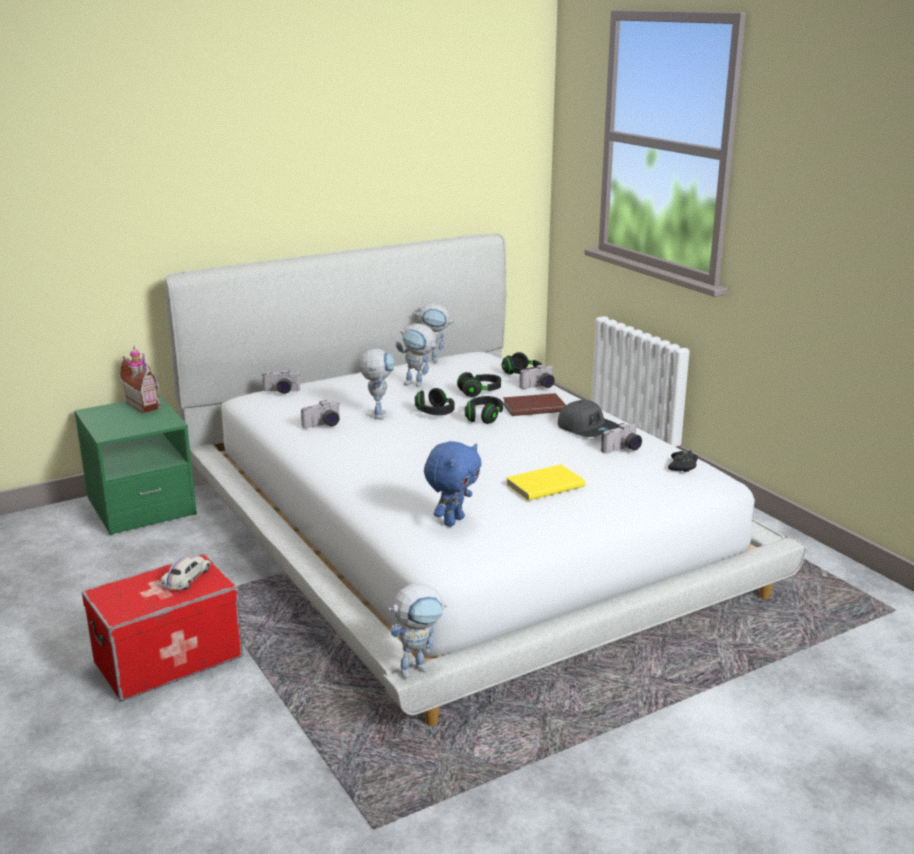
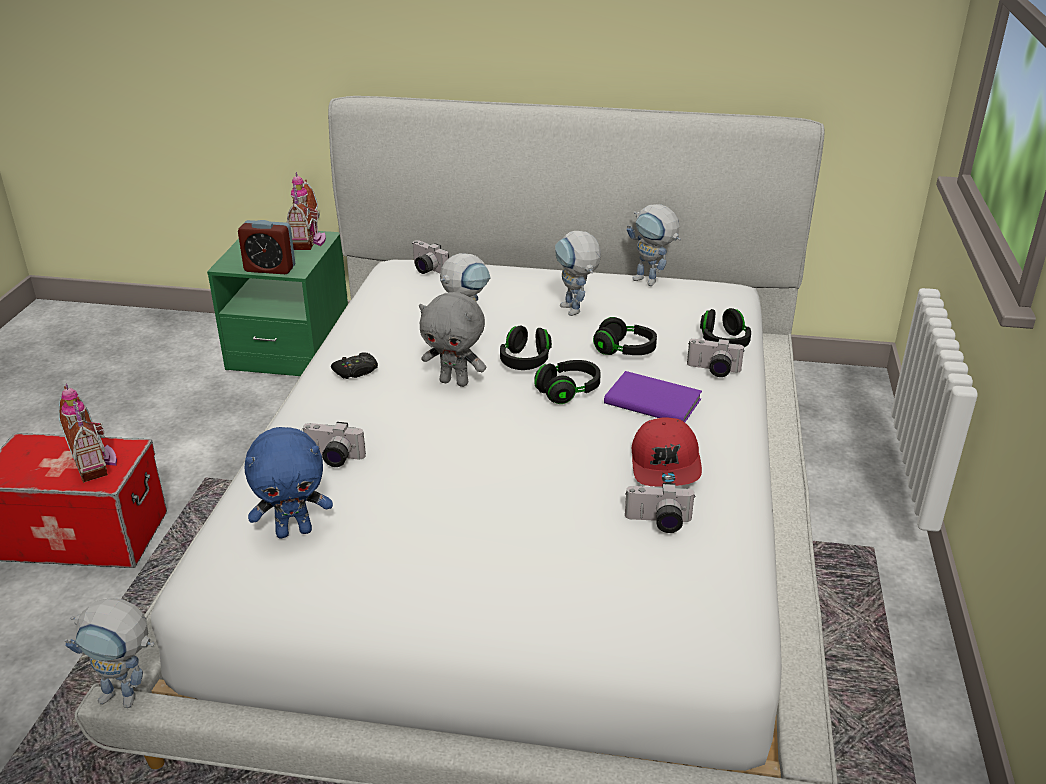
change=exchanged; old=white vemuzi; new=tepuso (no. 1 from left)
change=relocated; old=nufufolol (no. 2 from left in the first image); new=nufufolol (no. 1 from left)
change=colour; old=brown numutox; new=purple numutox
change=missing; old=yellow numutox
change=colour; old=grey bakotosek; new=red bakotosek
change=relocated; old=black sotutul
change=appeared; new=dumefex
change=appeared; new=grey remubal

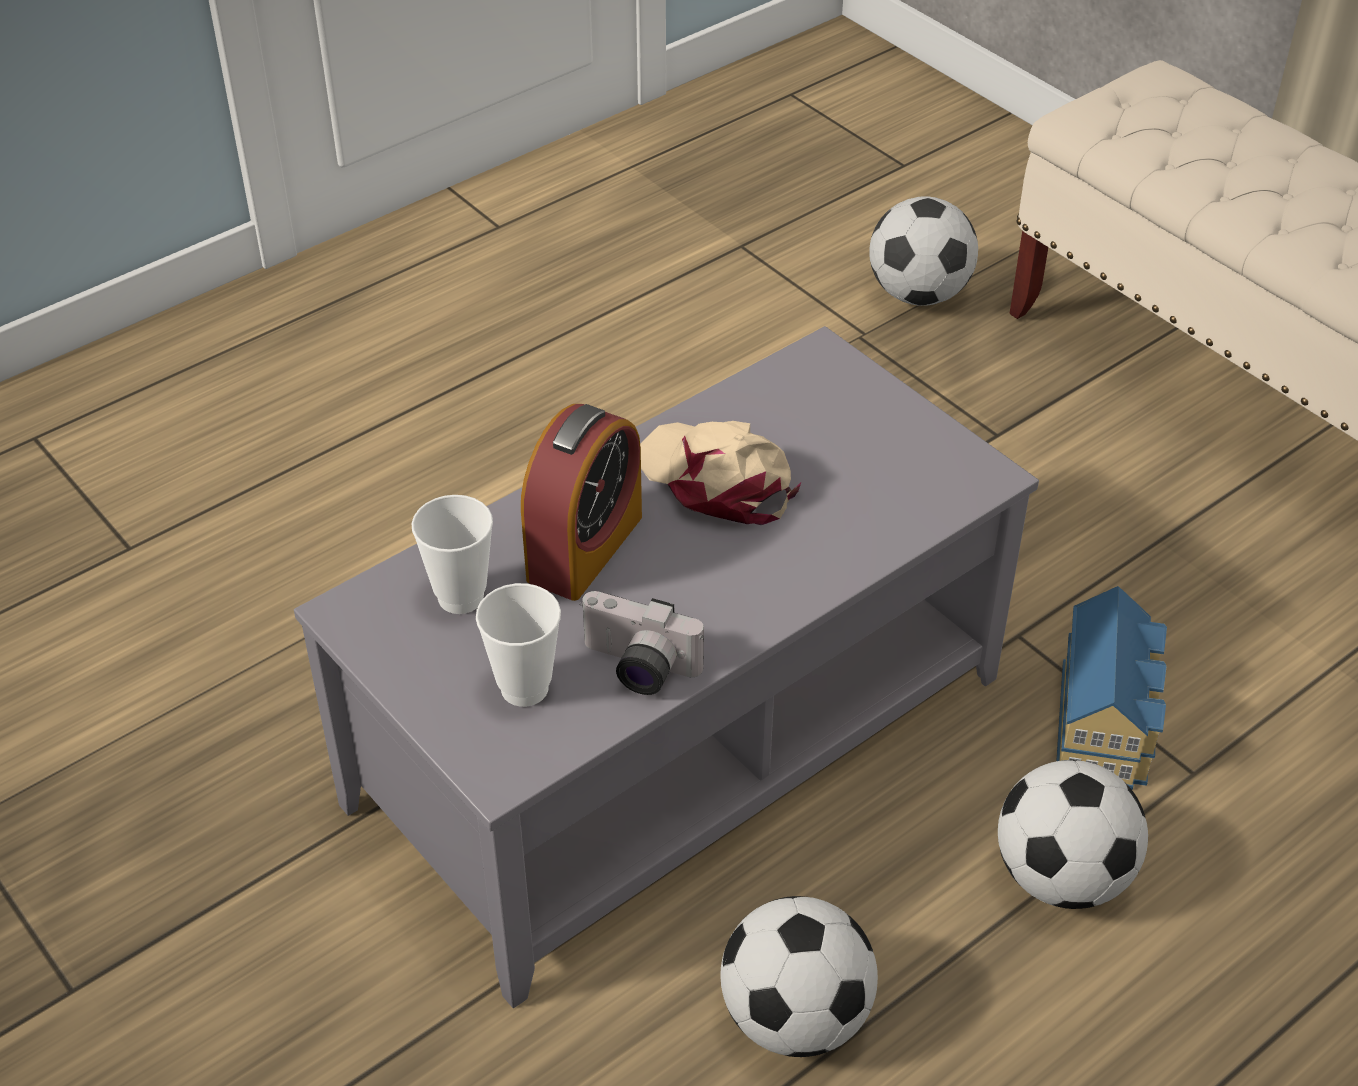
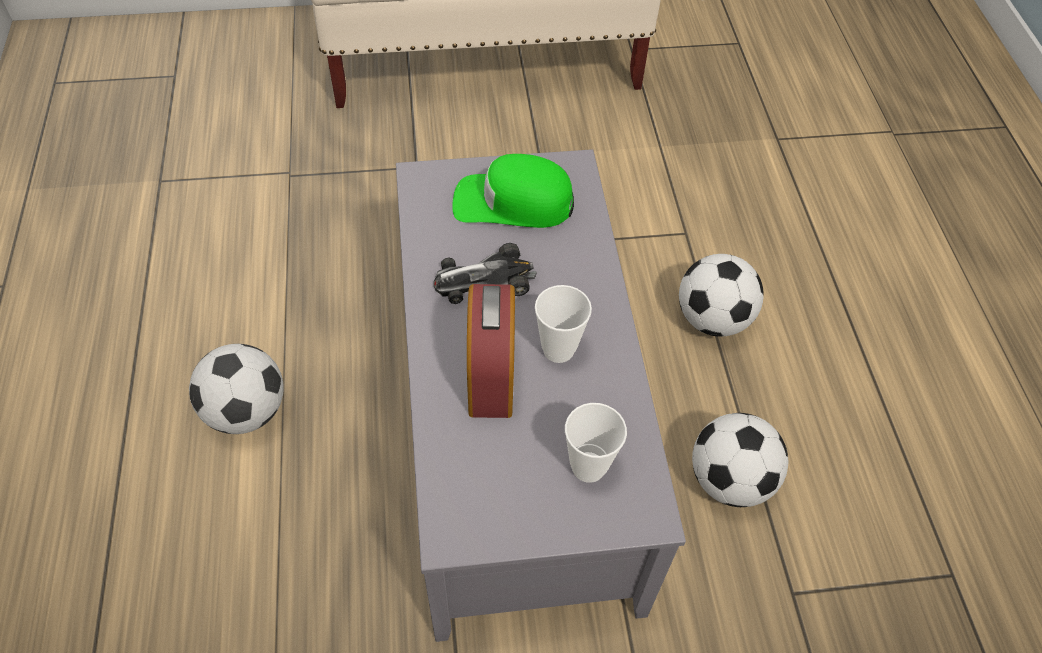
change=relocated; old=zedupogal (no. 1 from left)
change=spun; old=dumefex; degrees=-150
change=missing; old=nufufolol
change=exchanged; old=beige bakotosek; new=vemuzi
change=relocated; old=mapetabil (no. 2 from left in the first image); new=mapetabil (no. 1 from left)
change=missing; old=tepuso
change=appeared; new=green bakotosek

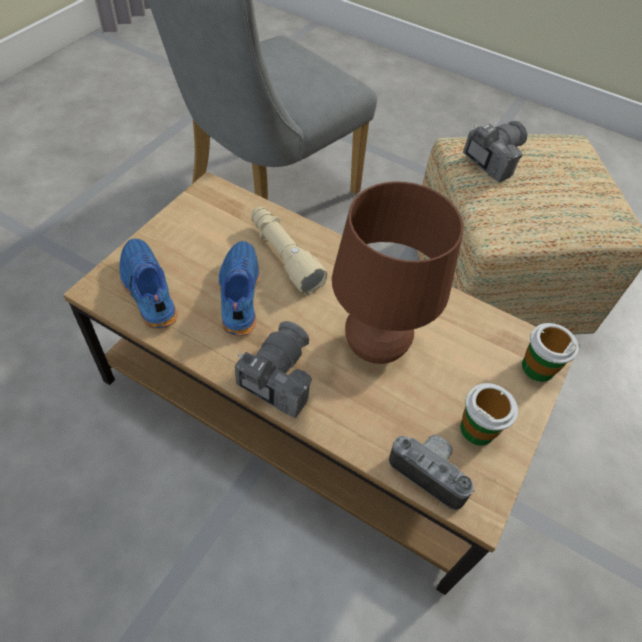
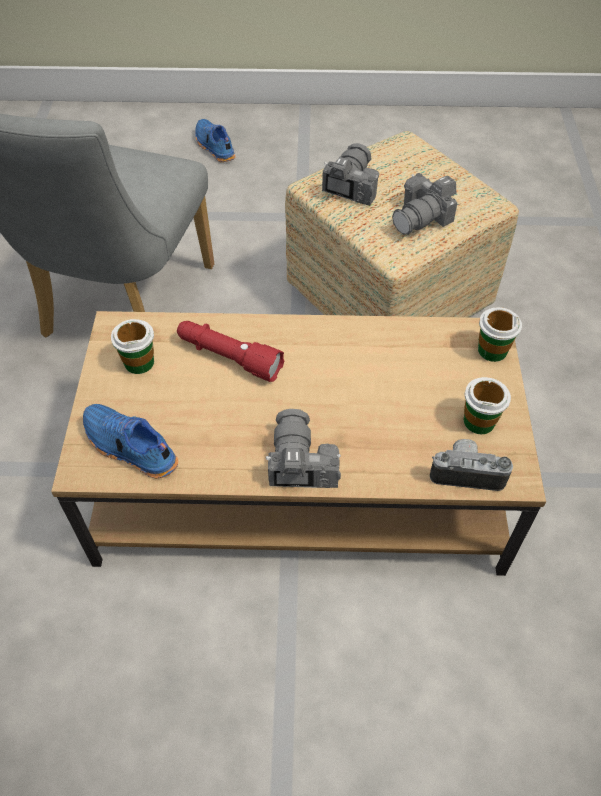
change=relocated; old=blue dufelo (no. 2 from left)
change=colour; old=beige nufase; new=red nufase
change=missing; old=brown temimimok
change=appeared; new=zedupogal (no. 1 from left)
change=appeared; new=nufufolol (no. 3 from left)

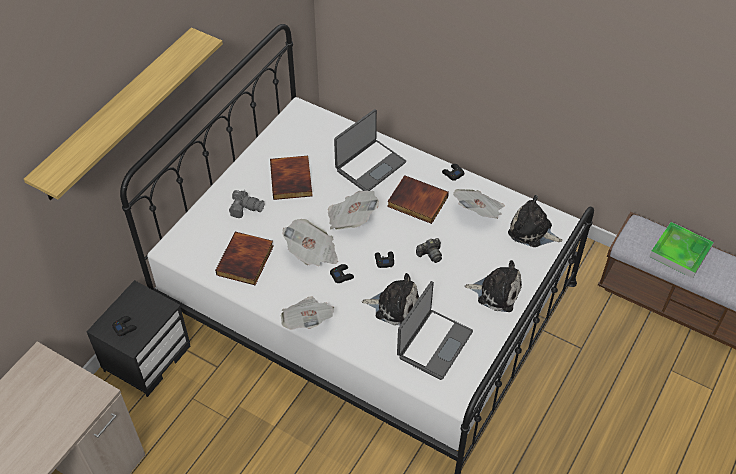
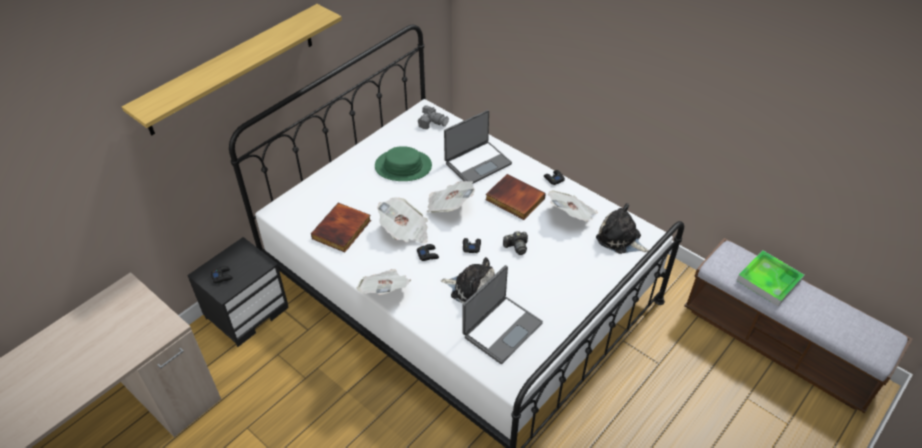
change=relocated; old=nufufolol (no. 1 from left)
change=exchanged; old=numutox (no. 2 from left); new=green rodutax
change=missing; old=remubal (no. 2 from left)

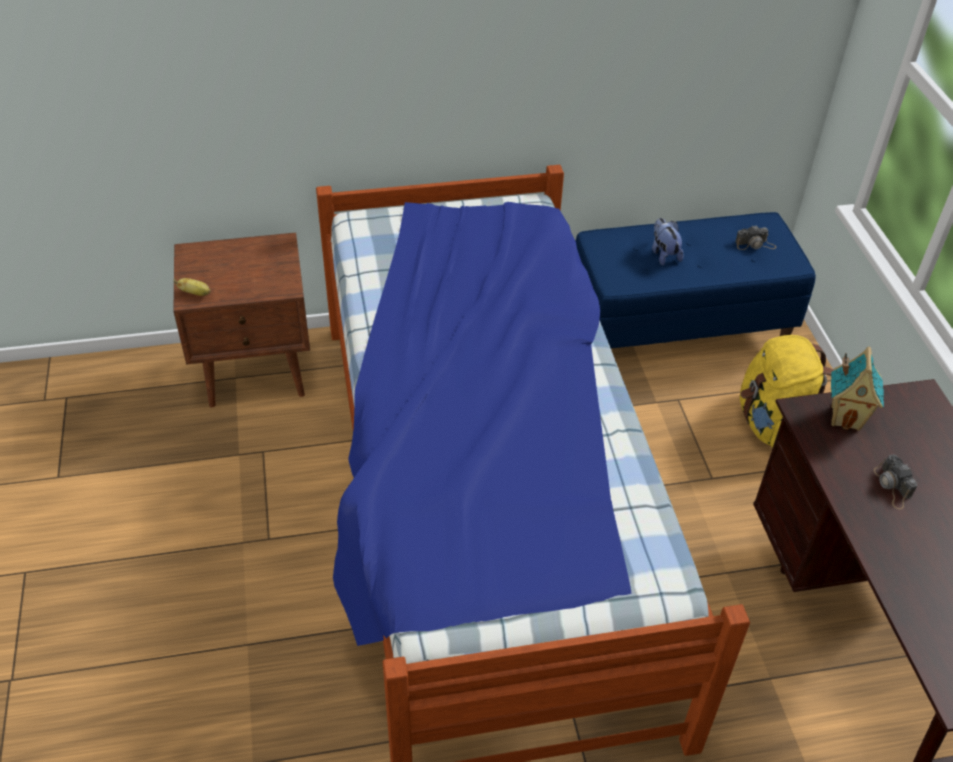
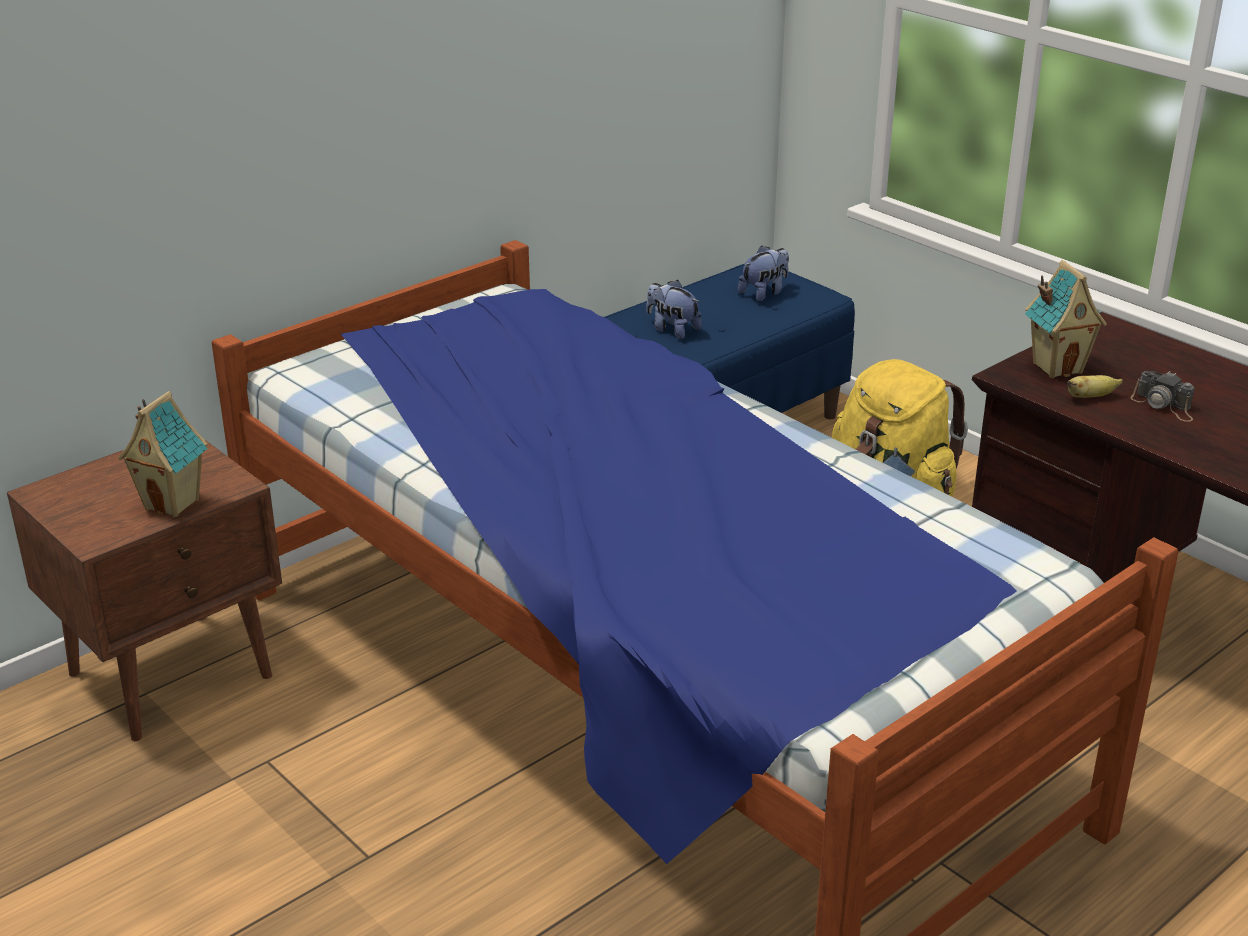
change=relocated; old=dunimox
change=exchanged; old=nufufolol (no. 1 from left); new=remubal (no. 2 from left)
change=appeared; new=tepuso (no. 1 from left)

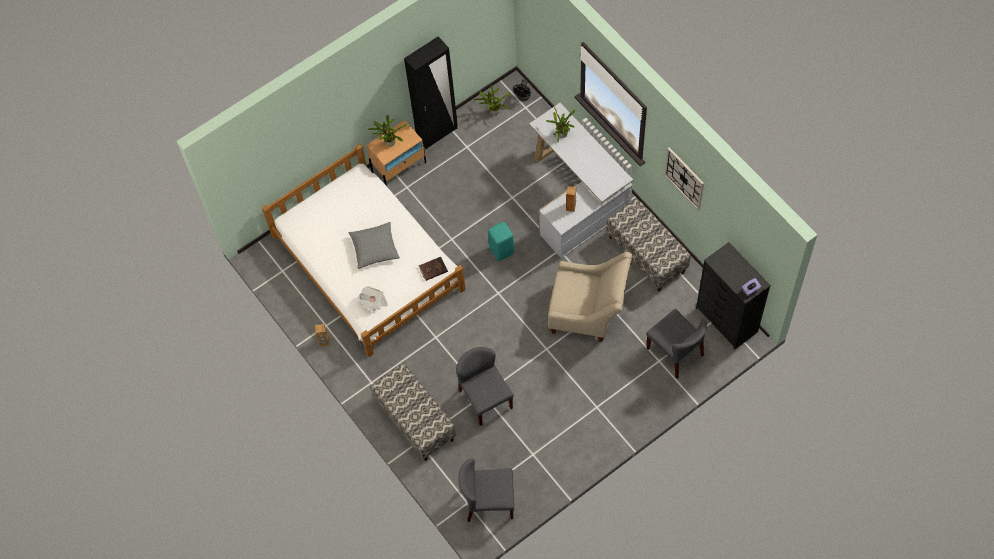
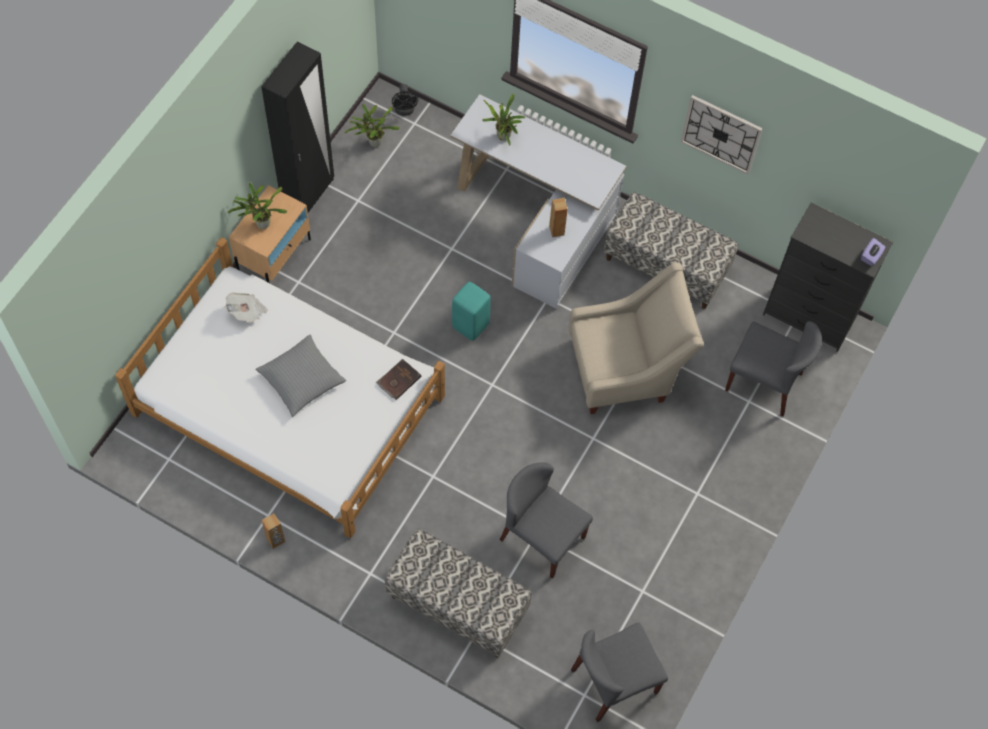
change=relocated; old=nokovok

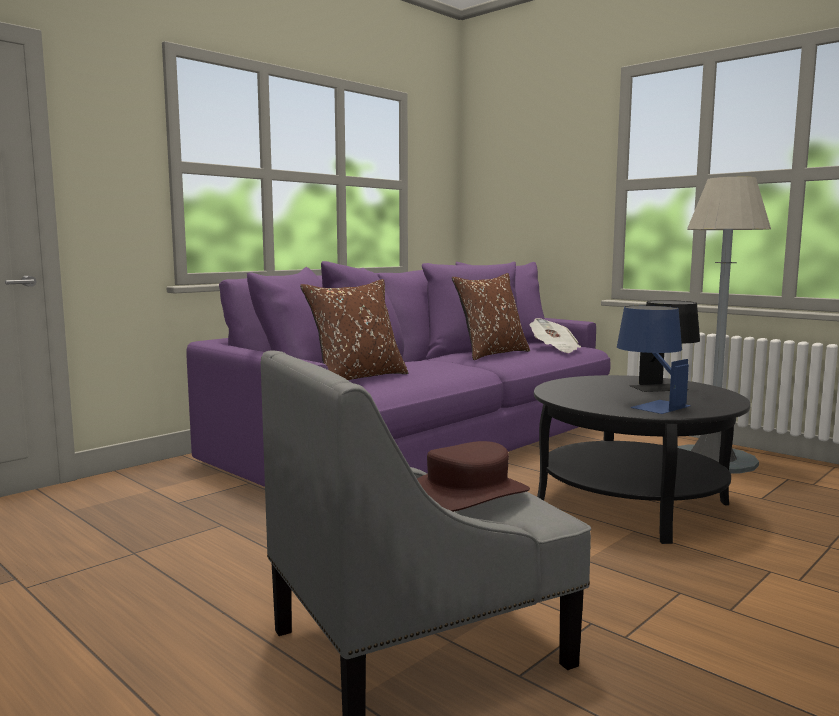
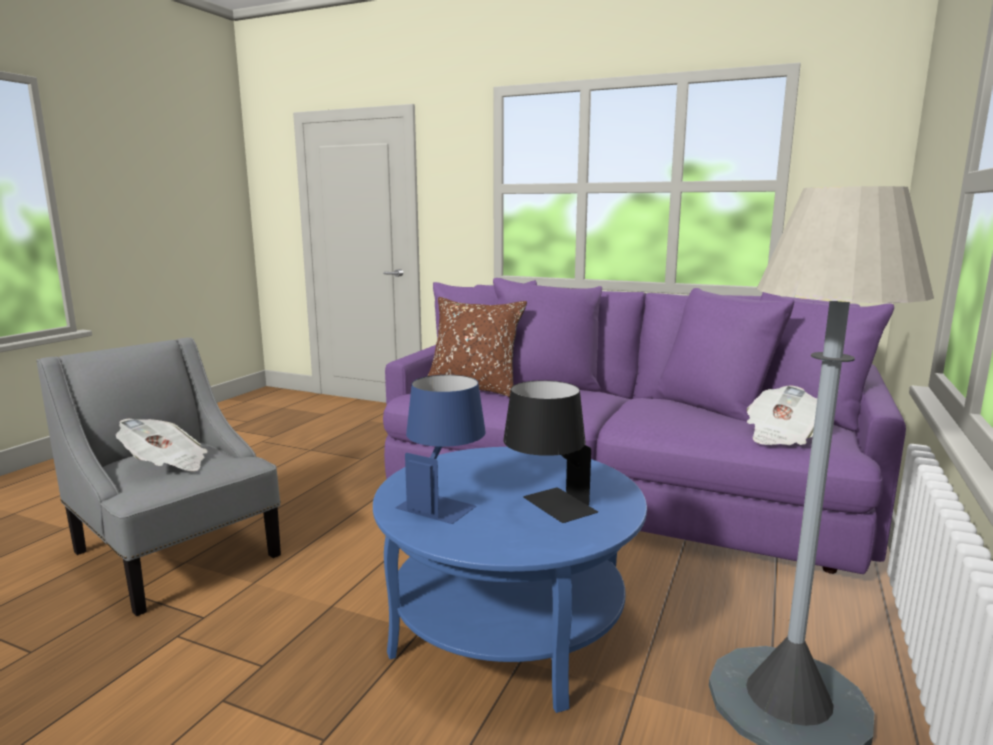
change=exchanged; old=brown rodutax; new=nokovok (no. 1 from left)
change=missing; old=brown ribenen (no. 2 from left)
change=colour; old=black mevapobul; new=blue mevapobul

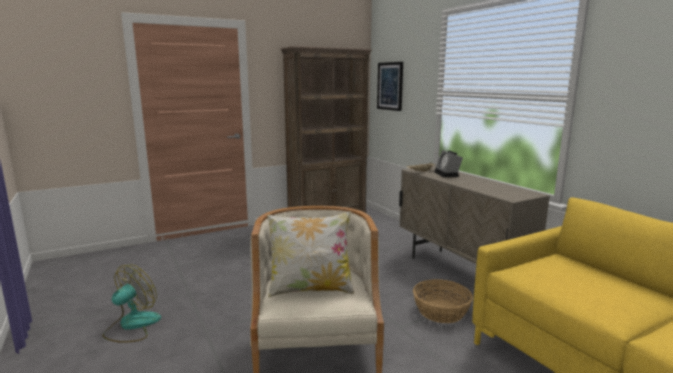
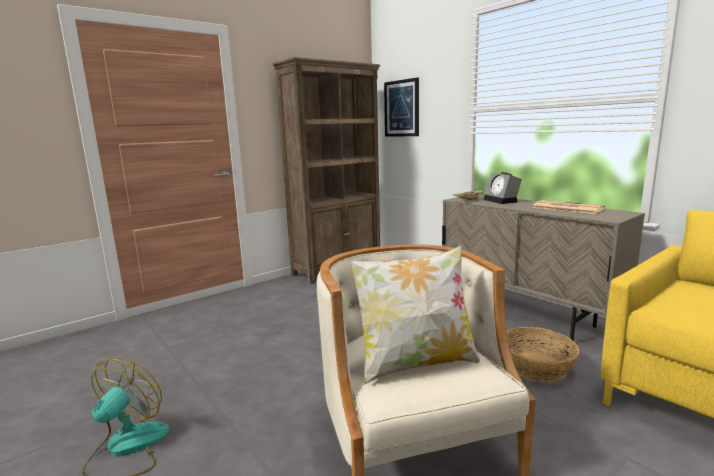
change=appeared; new=nokovok

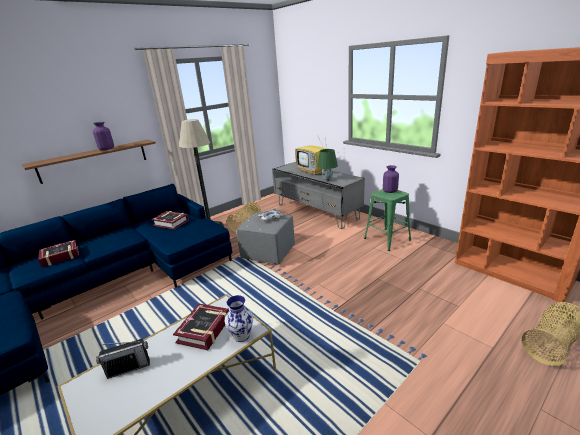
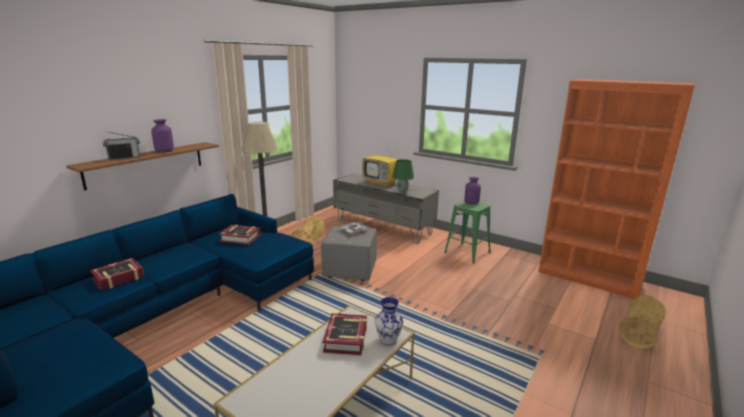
change=relocated; old=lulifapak

